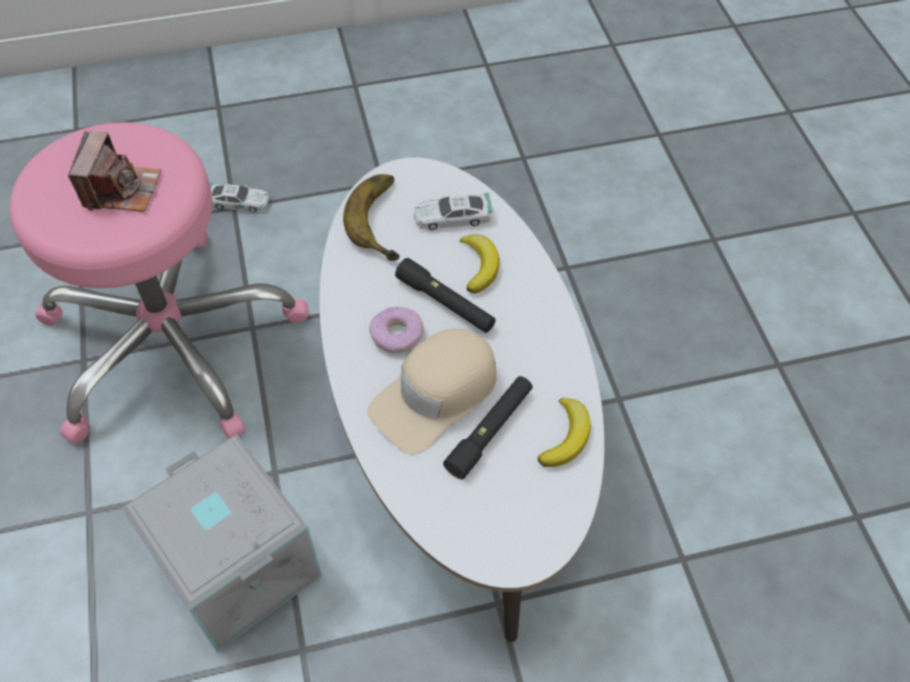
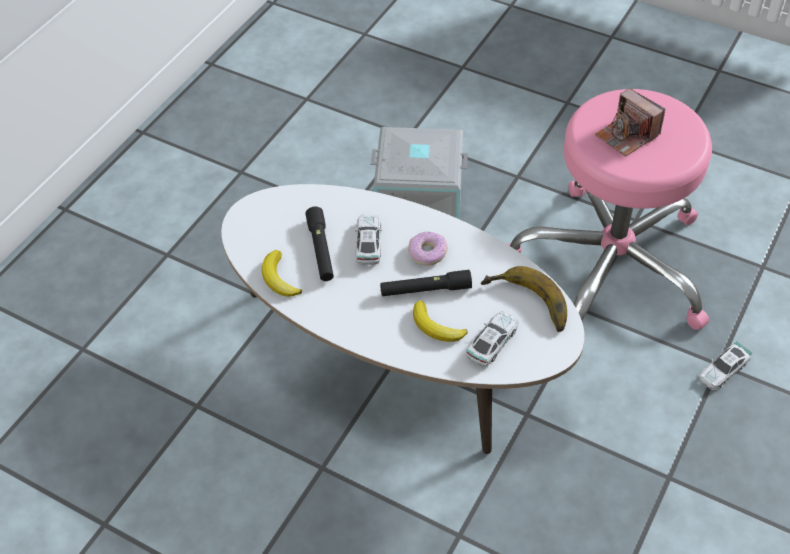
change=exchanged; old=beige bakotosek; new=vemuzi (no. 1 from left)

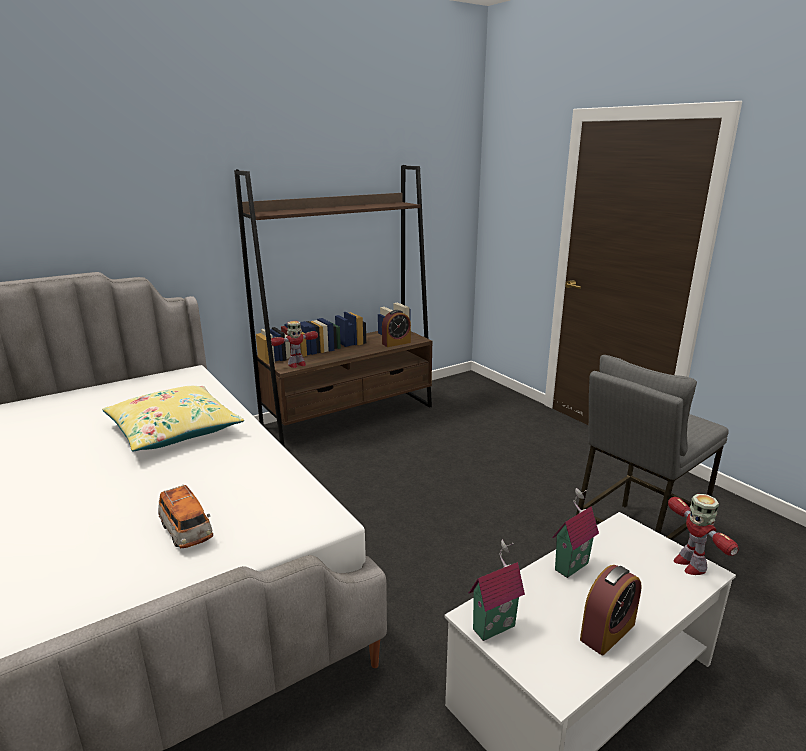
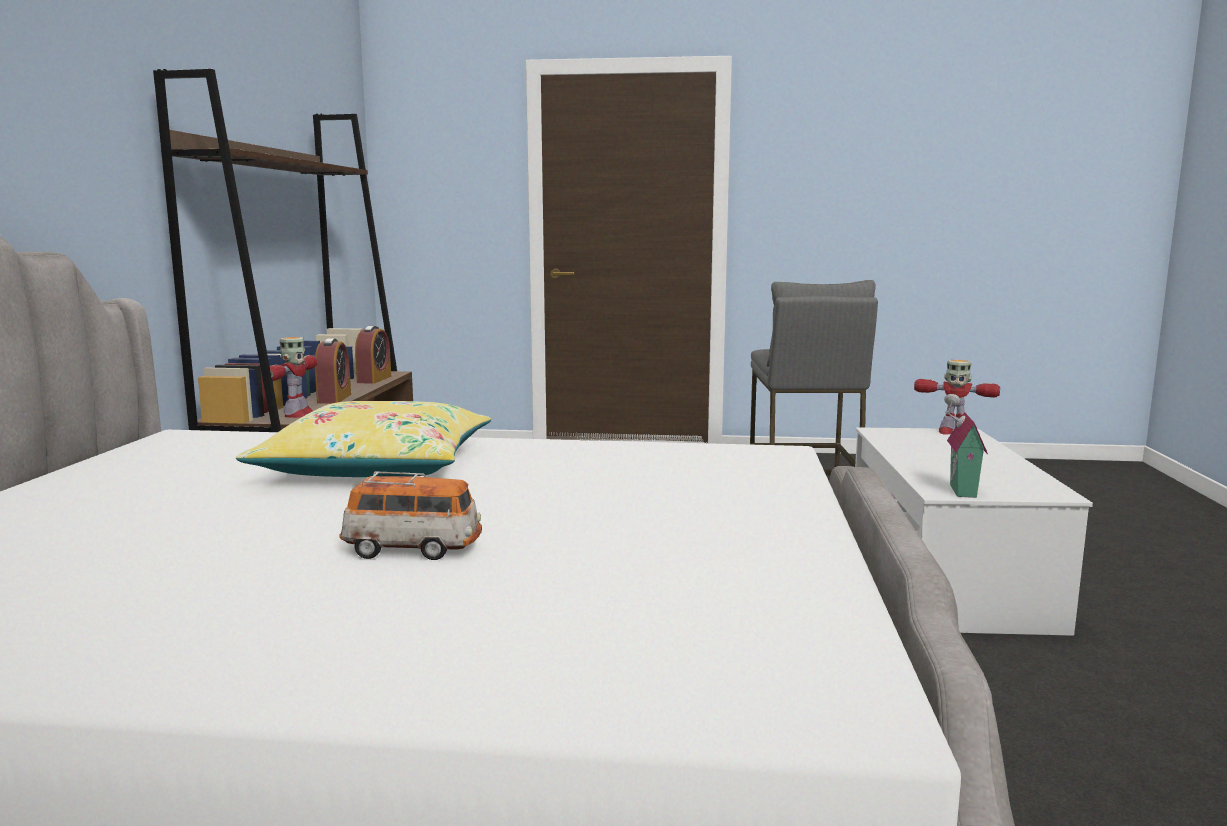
change=relocated; old=vemuzi
change=missing; old=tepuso (no. 2 from left)
change=relocated; old=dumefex (no. 2 from left in the first image); new=dumefex (no. 1 from left)

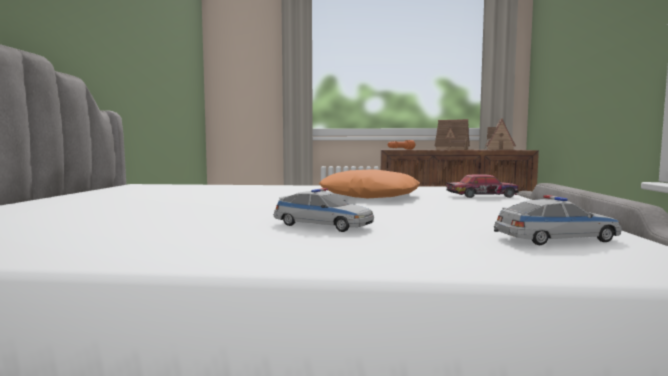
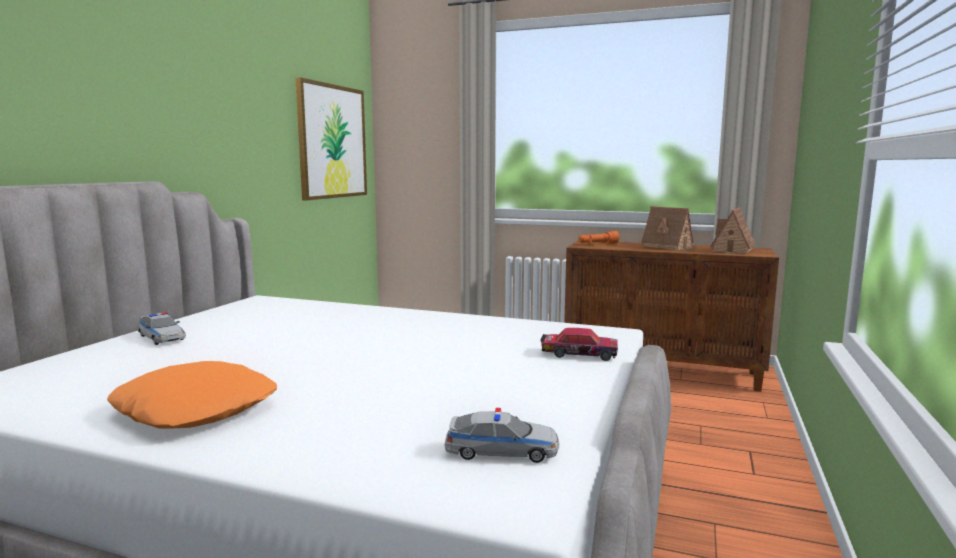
change=relocated; old=vemuzi (no. 1 from left)
change=relocated; old=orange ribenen
change=appeared; new=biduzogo

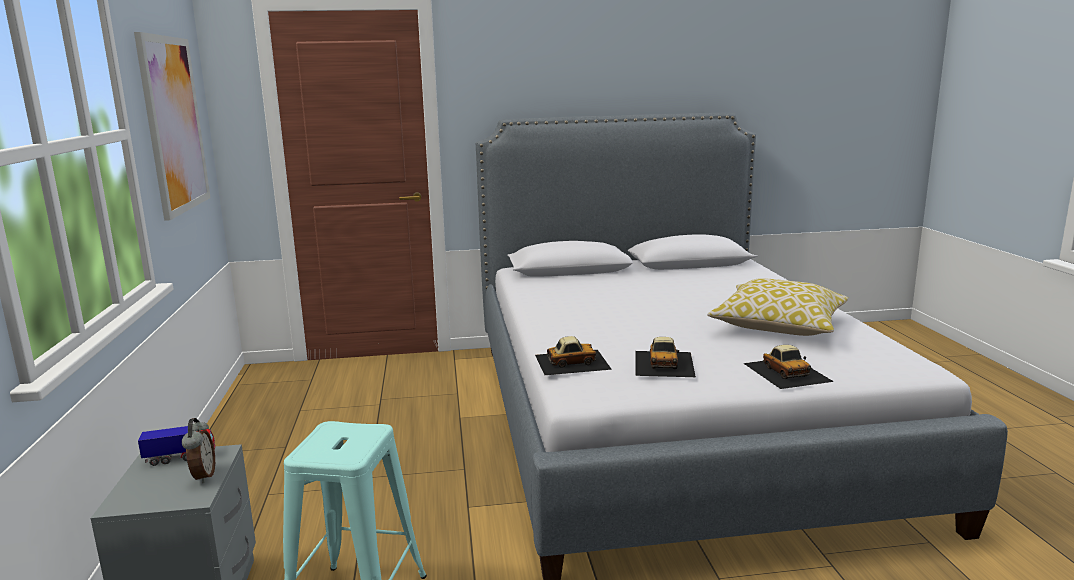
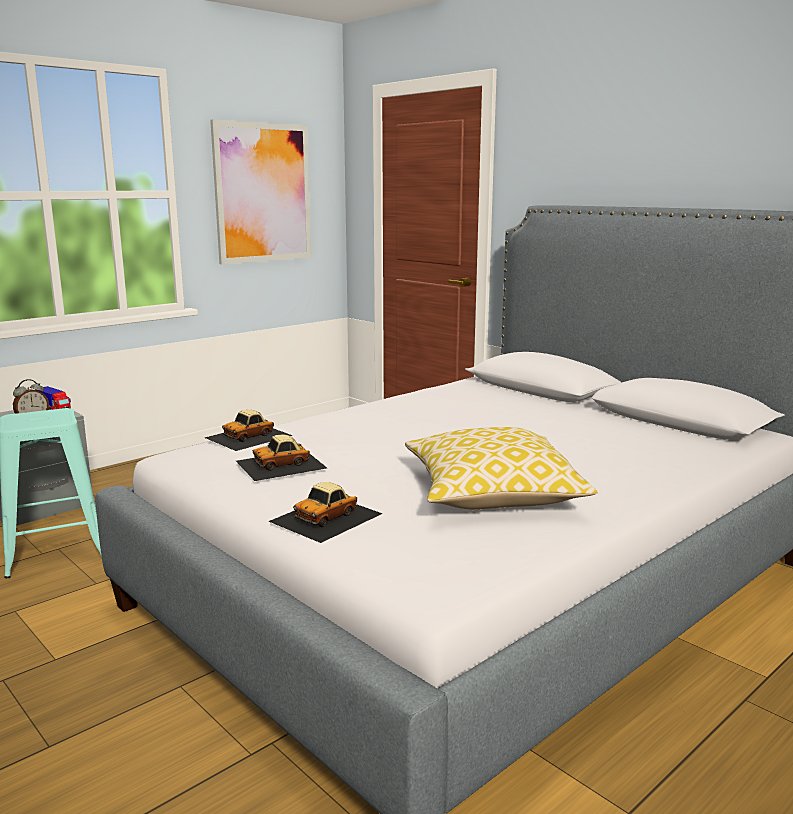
change=spun; old=vemuzi (no. 1 from left); degrees=90

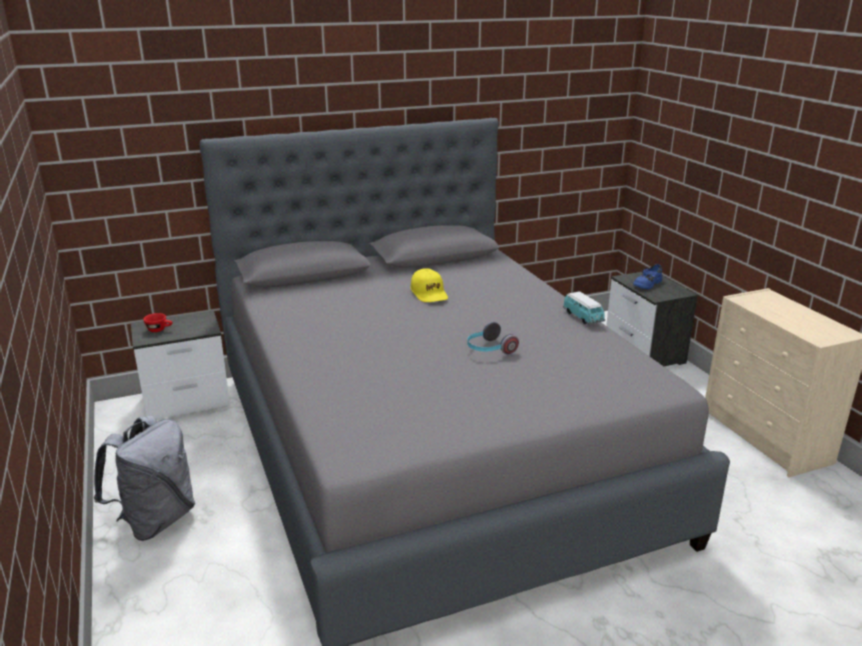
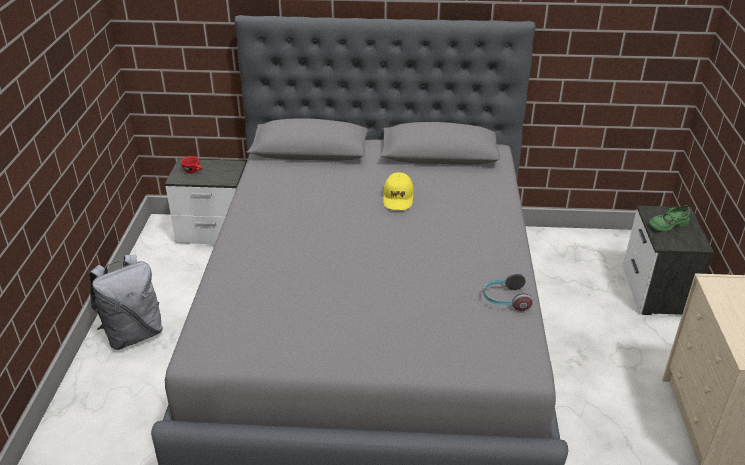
change=relocated; old=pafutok
change=missing; old=vemuzi
change=colour; old=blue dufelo; new=green dufelo

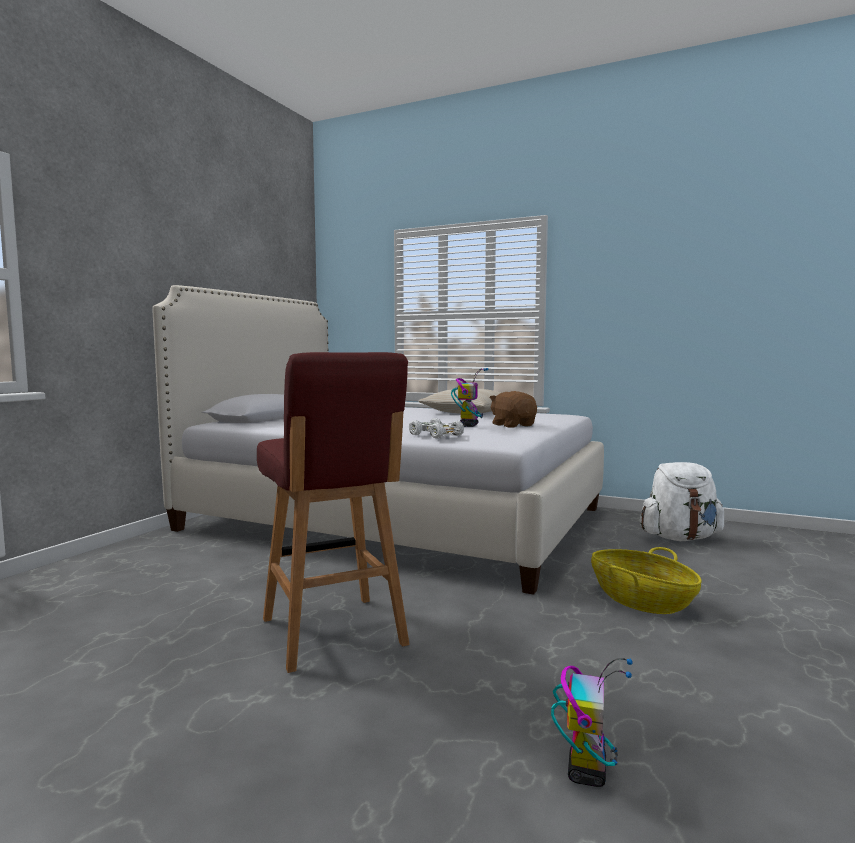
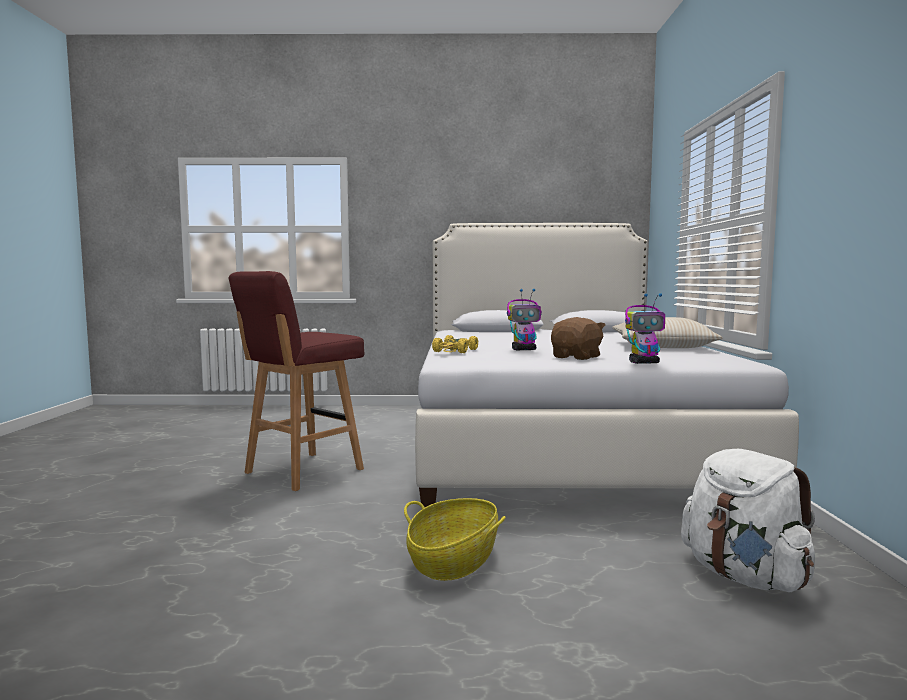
change=colour; old=white vemuzi; new=yellow vemuzi
change=relocated; old=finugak (no. 2 from left)

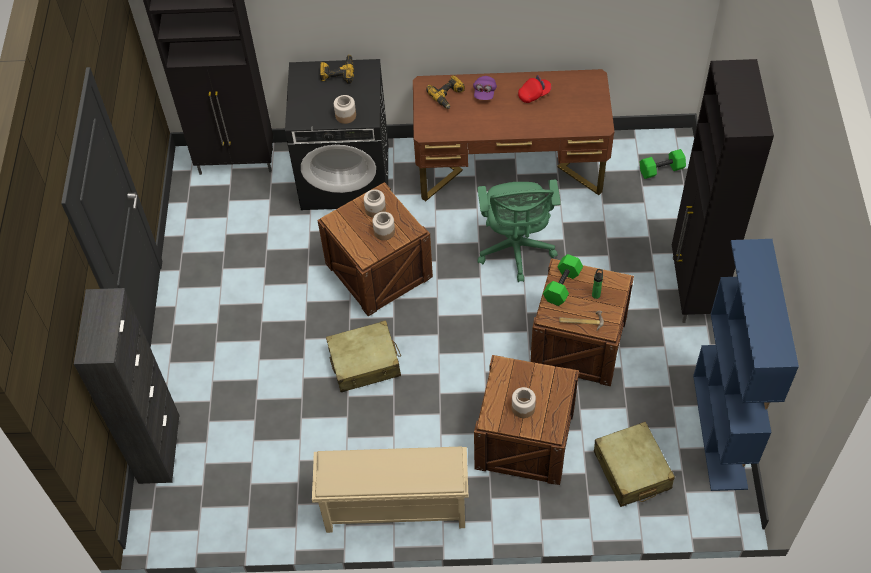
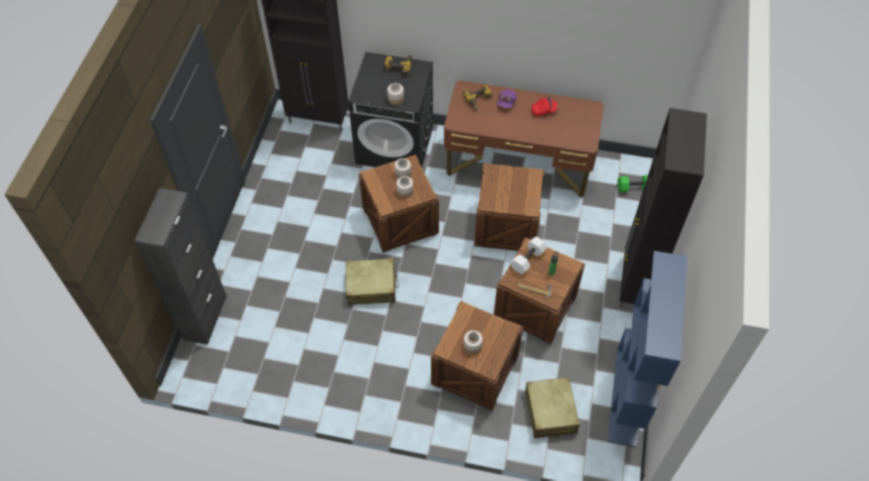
change=missing; old=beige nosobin
change=exchanged; old=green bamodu; new=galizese (no. 3 from left)
change=colour; old=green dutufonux (no. 1 from left); new=white dutufonux

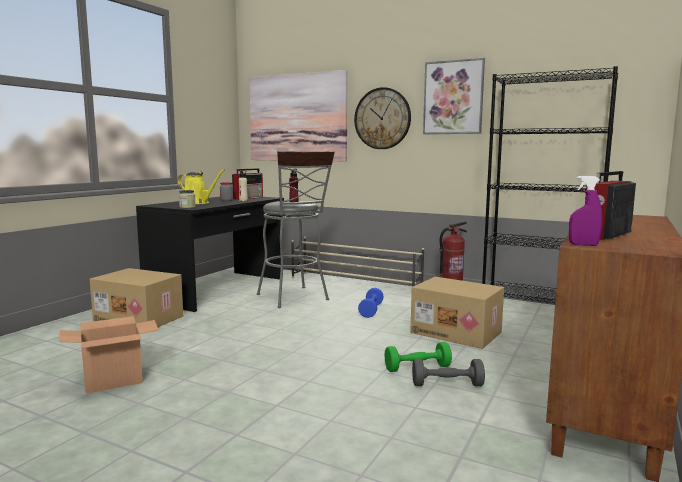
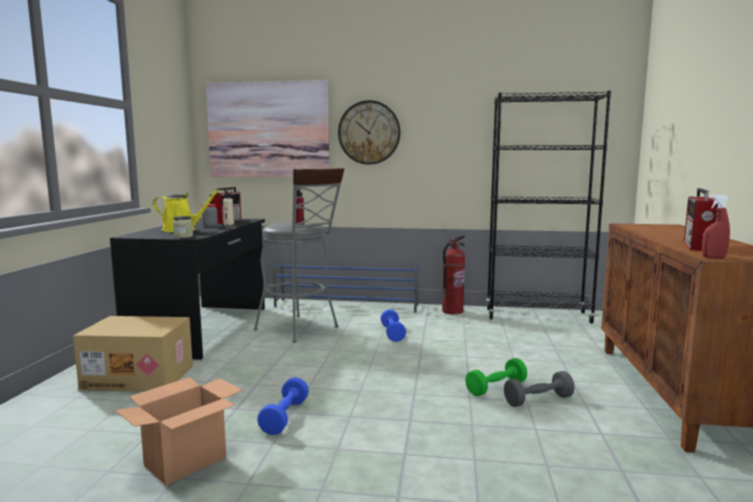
change=colour; old=beige nosobin; new=blue nosobin
change=missing; old=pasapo (no. 3 from left)
change=missing; old=biduzogo (no. 2 from left)
change=colour; old=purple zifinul; new=red zifinul
change=appeared; new=blue dutufonux (no. 1 from left)

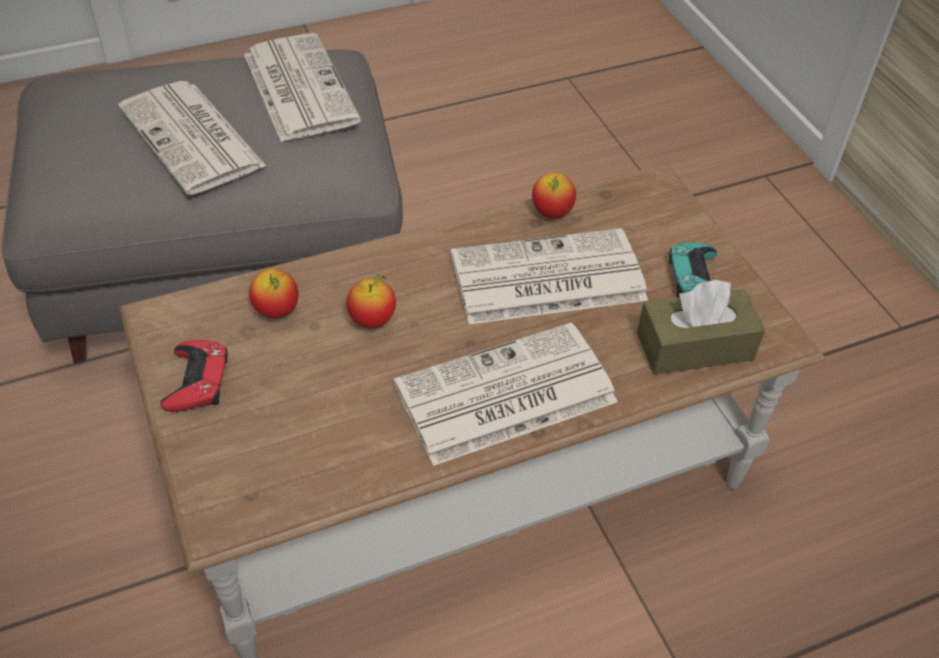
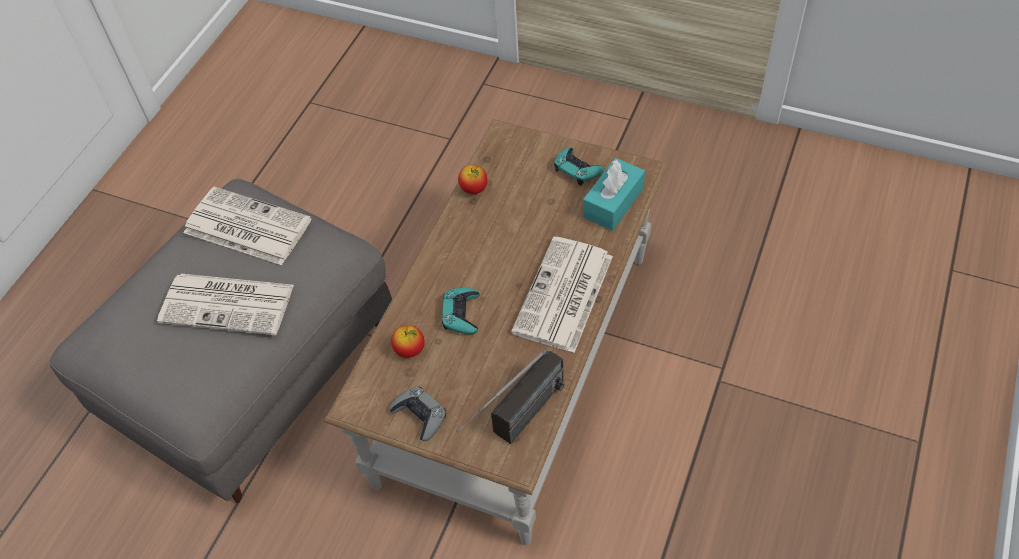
change=colour; old=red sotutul; new=grey sotutul
change=exchanged; old=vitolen (no. 2 from left); new=turquoise sotutul (no. 1 from left)
change=missing; old=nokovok (no. 4 from left)
change=colour; old=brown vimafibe; new=turquoise vimafibe
change=appeared; new=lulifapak

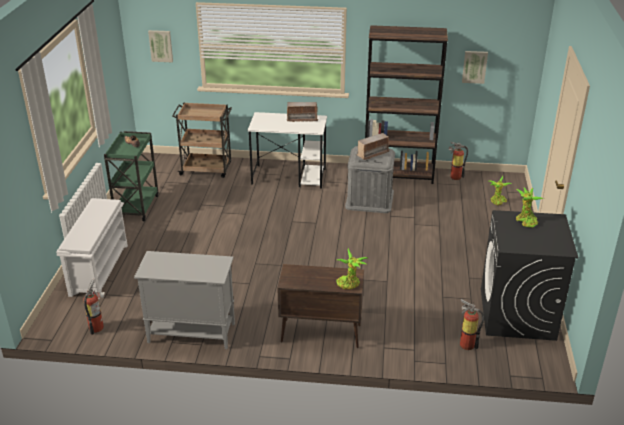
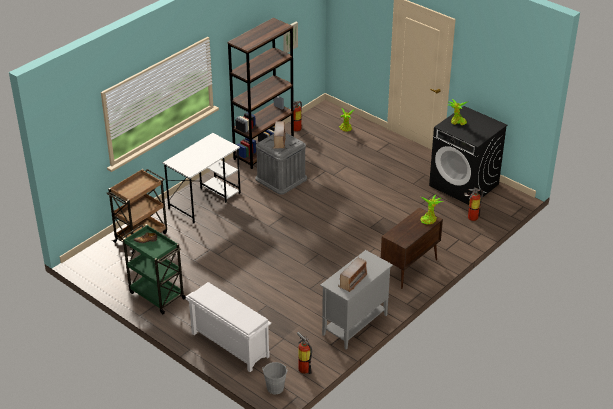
change=missing; old=biduzogo (no. 1 from left)
change=relocated; old=lulifapak (no. 1 from left in the first image); new=lulifapak (no. 2 from left)
change=appeared; new=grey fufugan

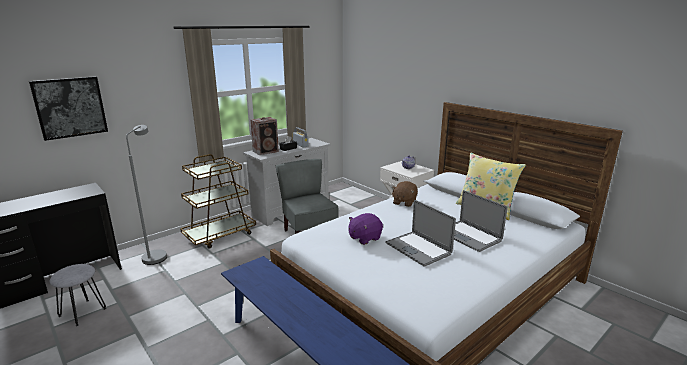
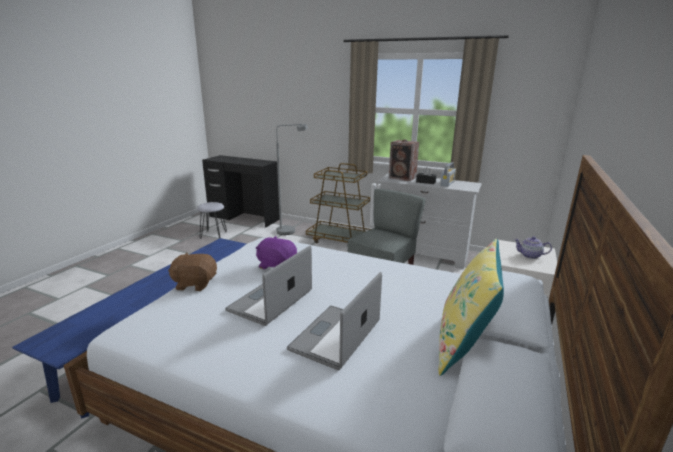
change=missing; old=biduzogo
change=relocated; old=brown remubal

